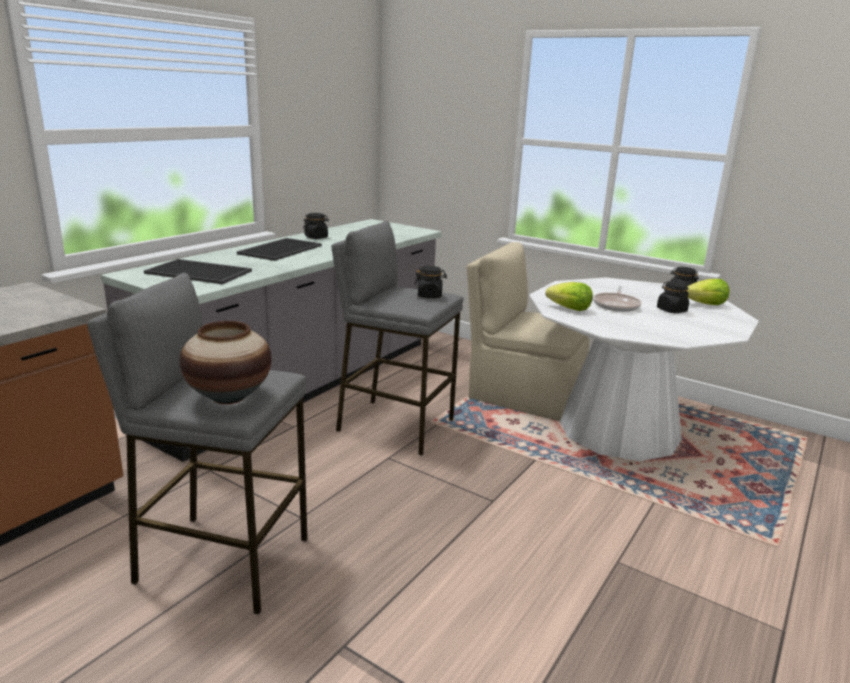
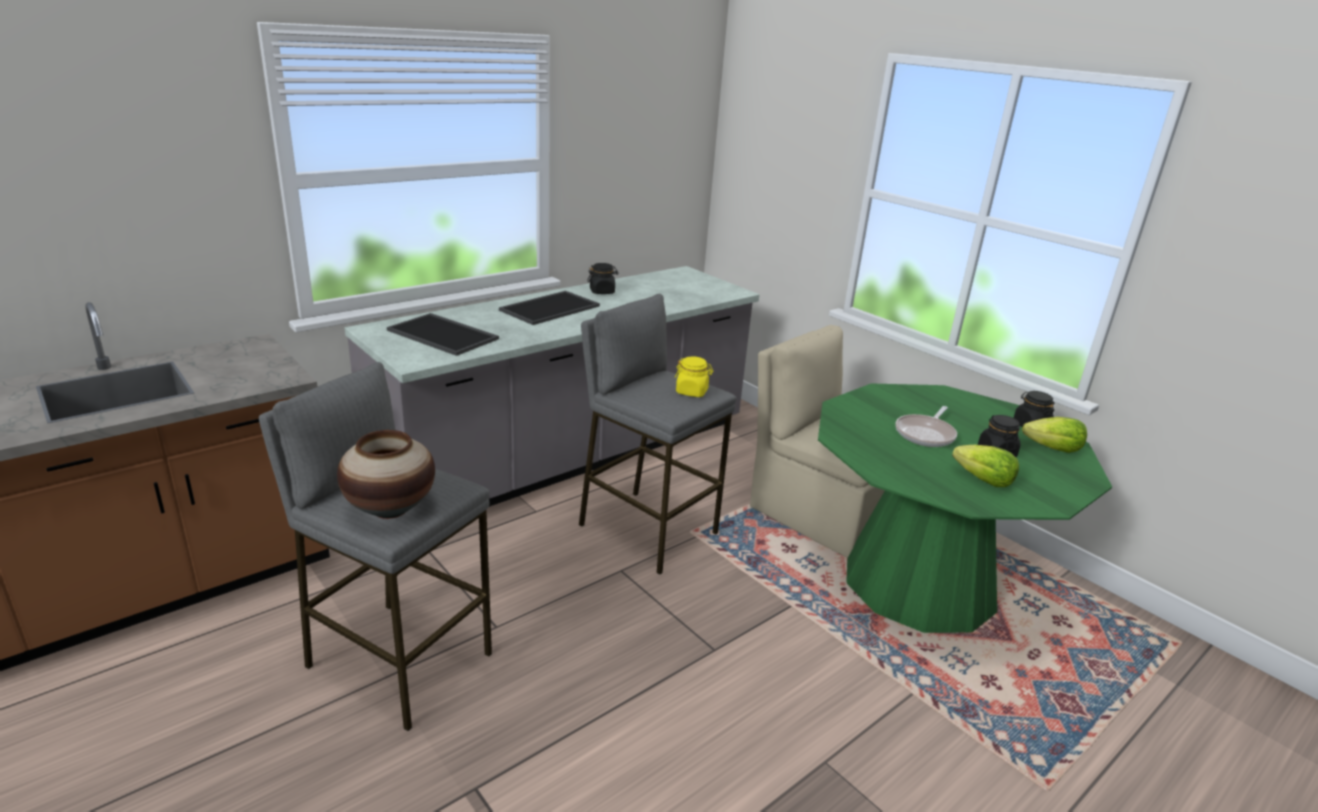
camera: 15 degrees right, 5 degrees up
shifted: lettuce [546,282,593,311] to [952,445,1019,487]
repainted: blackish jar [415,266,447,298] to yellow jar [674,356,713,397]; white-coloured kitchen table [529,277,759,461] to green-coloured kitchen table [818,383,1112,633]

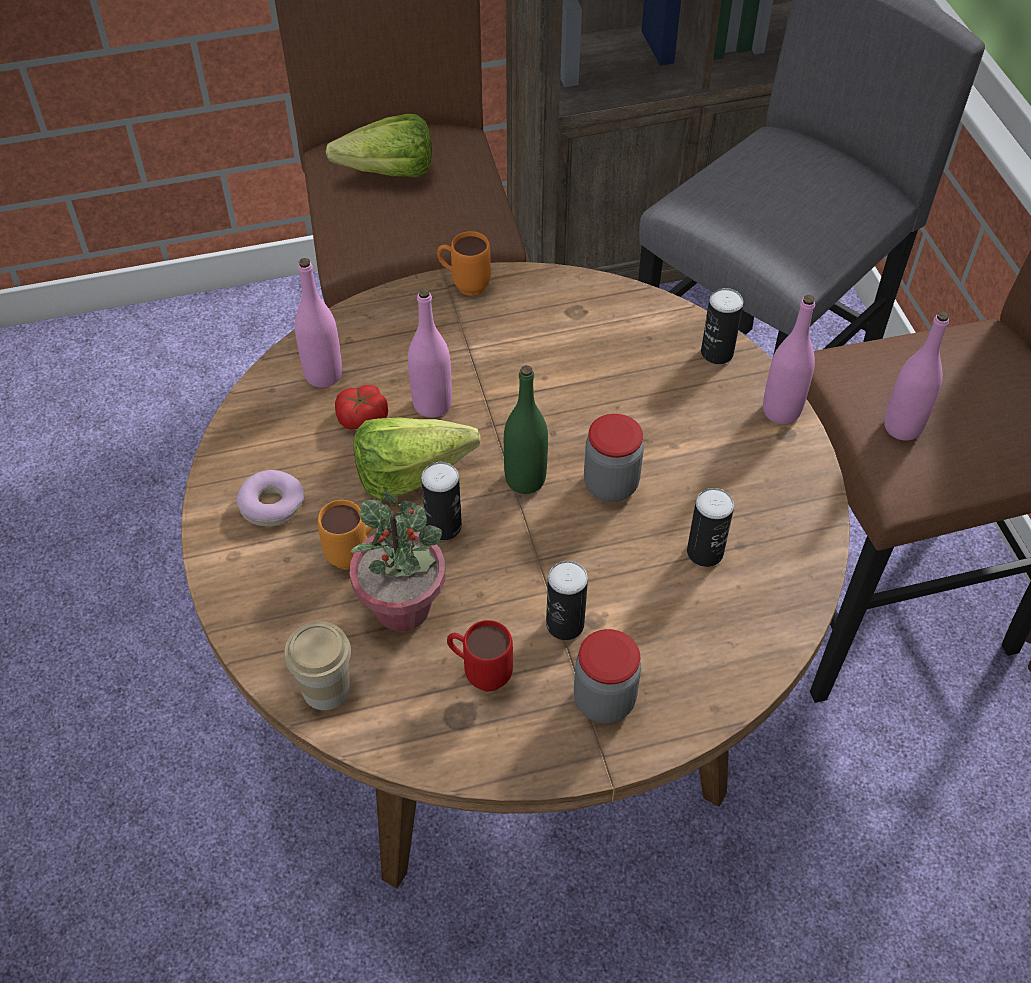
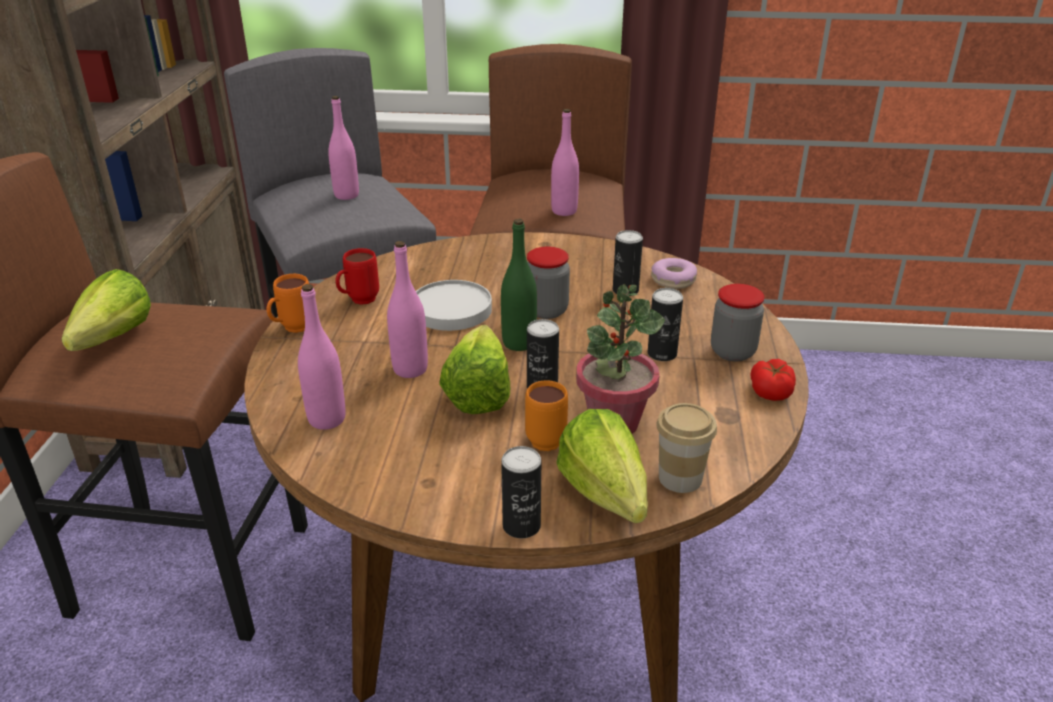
camera: 70 degrees left, 20 degrees down
new: white-coloured plate [416,280,492,331]; lettuce [556,409,648,523]
shifted: ring doughnut [236,470,304,527] to [651,258,697,289]; tomato [335,385,388,430] to [751,359,796,401]; red-coloured coffee mug [447,620,513,692] to [335,248,379,305]; can [701,288,743,364] to [501,446,541,538]; pink-coloured bottle [763,295,815,424] to [328,96,359,200]

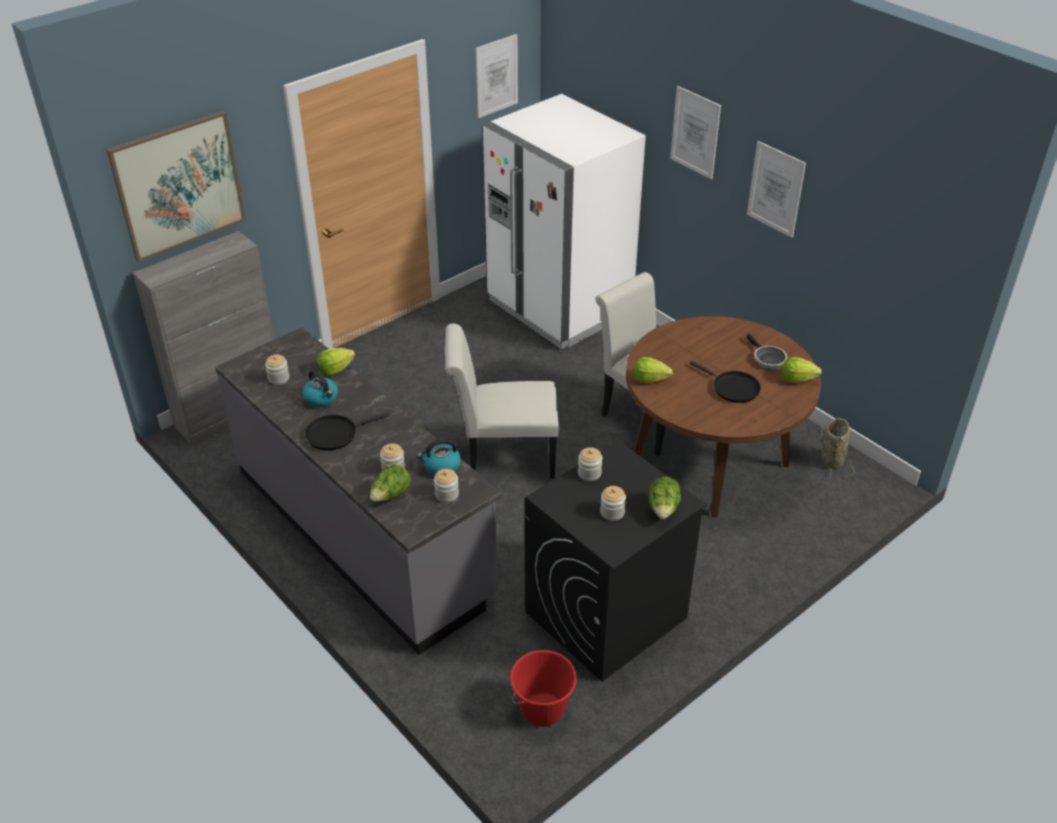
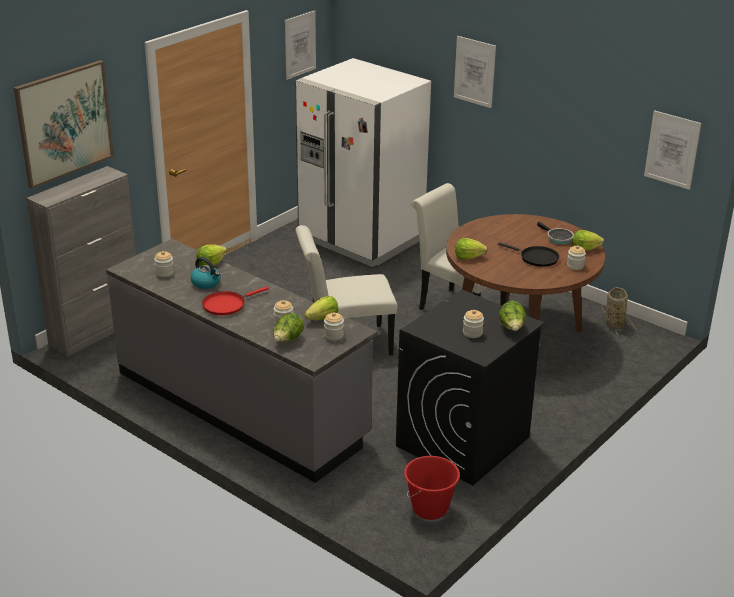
camera: 10 degrees left, 10 degrees down
shifted: jar [578,447,602,481] to [567,245,586,270]; wall art [747,141,806,238] to [644,110,701,190]
swapped: water kettle [417,438,461,476] to lettuce [304,296,338,320]
repainted: blackish pan [305,412,390,450] to red-coloured pan [202,287,269,315]

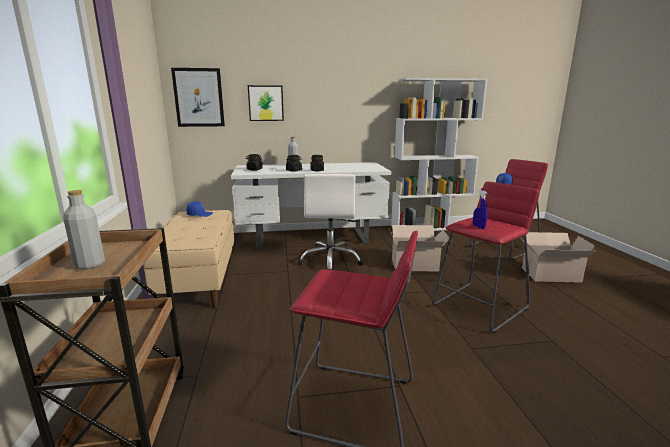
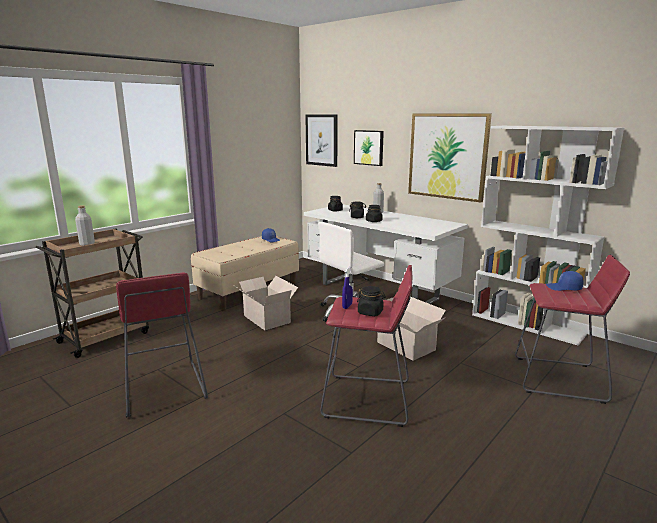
camera: 50 degrees right, 0 degrees up
new: blackish jar [357,286,386,316]; wall art [408,114,492,202]
shifted: cardboard box [520,232,596,283] to [233,276,298,330]

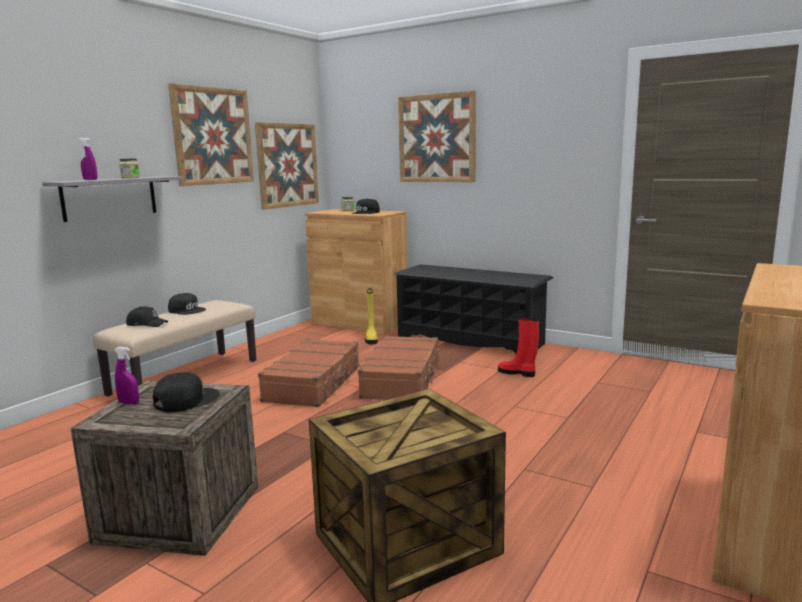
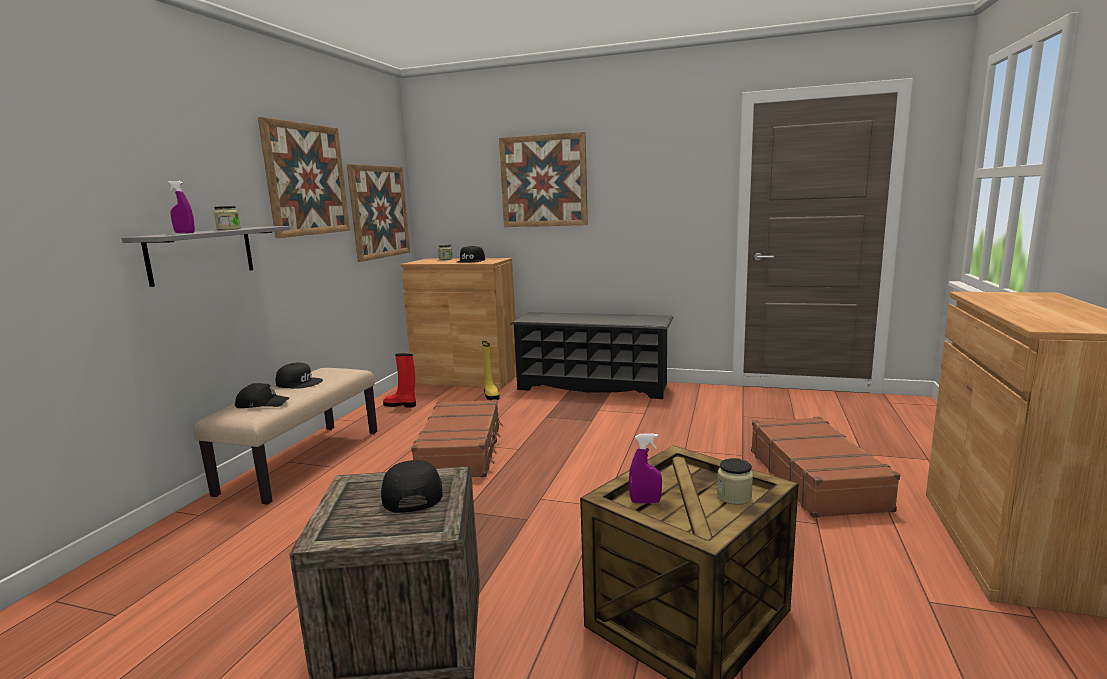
camera: 15 degrees left, 0 degrees up
new: jar [717,458,753,505]
shifted: purple spray bottle [114,347,139,405] to [629,433,662,504]; brownish piece of luggage [358,336,442,400] to [751,417,900,518]; red-coloured high-top boot [498,317,539,377] to [383,353,416,408]
rotated: blackish cap [153,372,220,413] = [381,460,443,513] 45 degrees counterclockwise

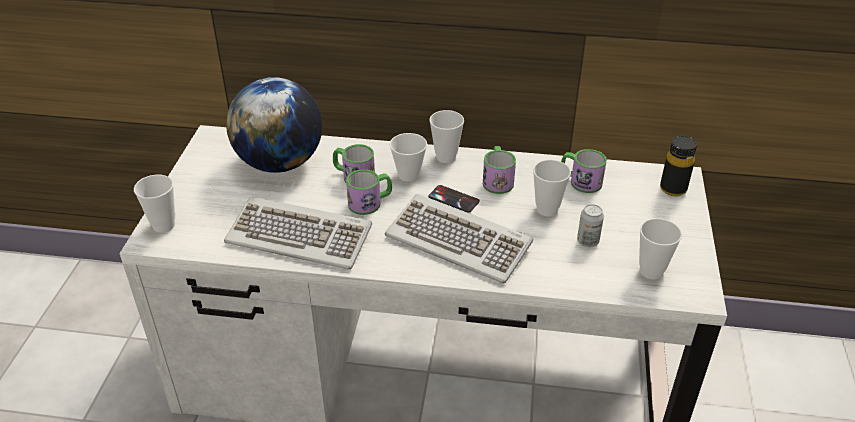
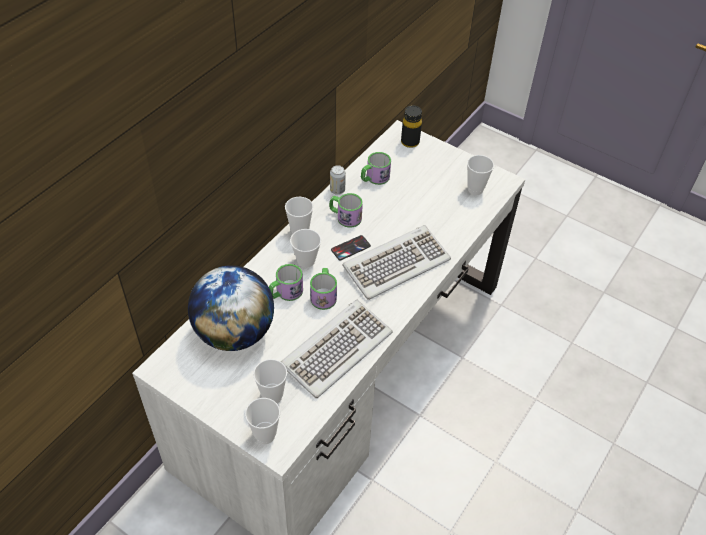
camera: 65 degrees left, 10 degrees up
shifted: drinking cup [533,160,571,216] to [253,359,287,404]; can [577,204,604,247] to [330,165,346,195]

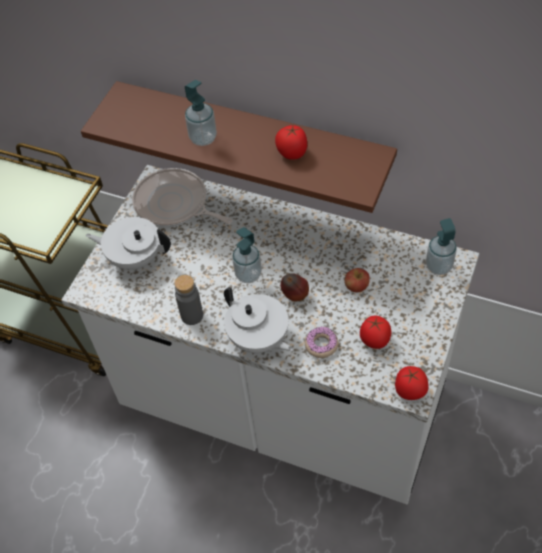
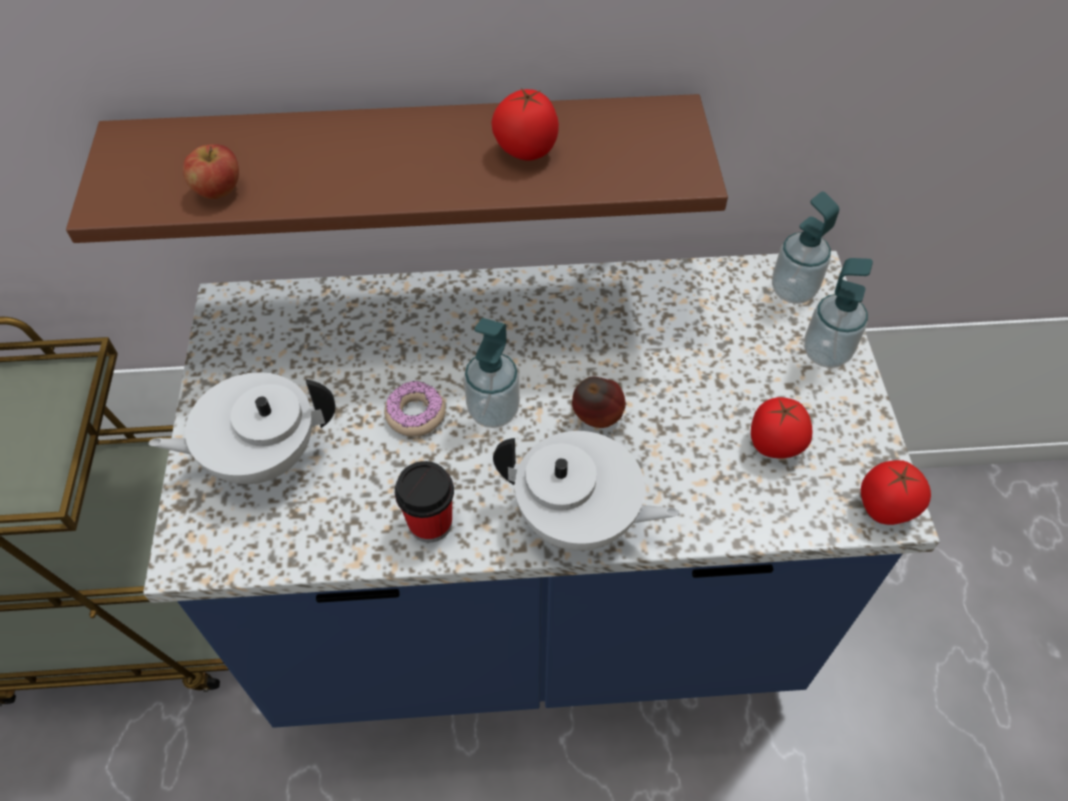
camera: 30 degrees left, 0 degrees up
gone: pan [132,168,232,227]
shifted: liquid soap bottle [185,80,217,146] to [804,258,873,368]; ring doughnut [305,327,338,358] to [384,381,446,437]; apple [345,268,370,292] to [183,144,239,199]
swapped: greyish bottle [175,275,203,325] to drinking cup [395,461,454,543]
repainted: white-coloured kitchen base unit [61,165,479,504] to blue-coloured kitchen base unit [143,251,940,728]

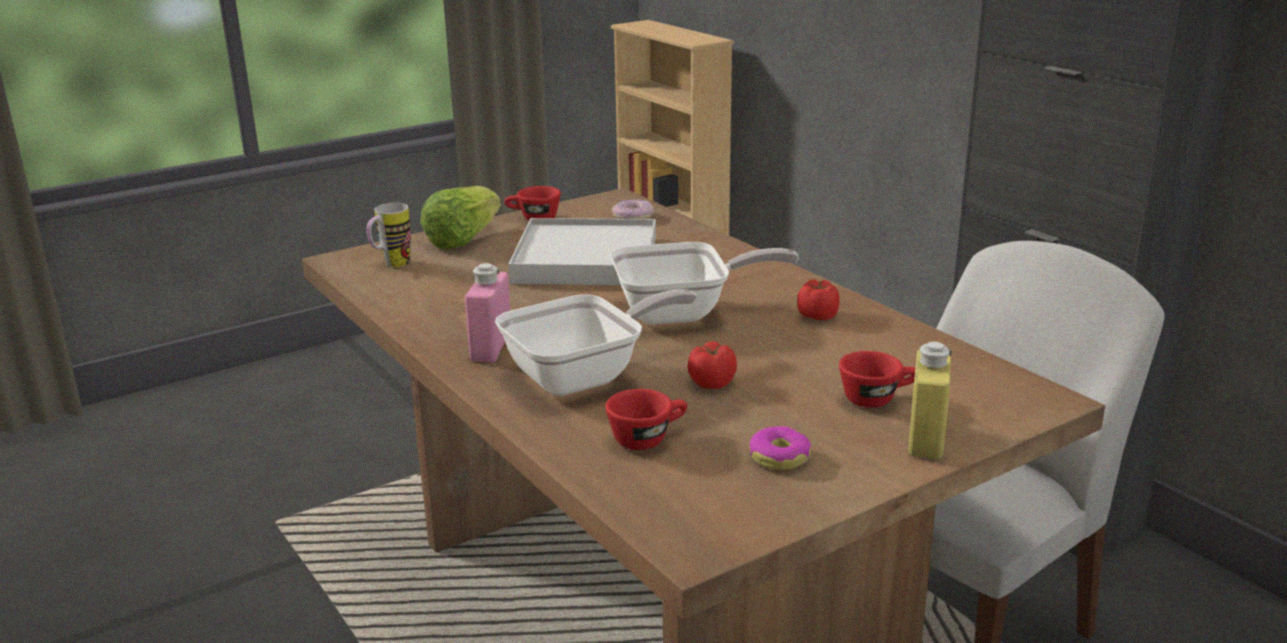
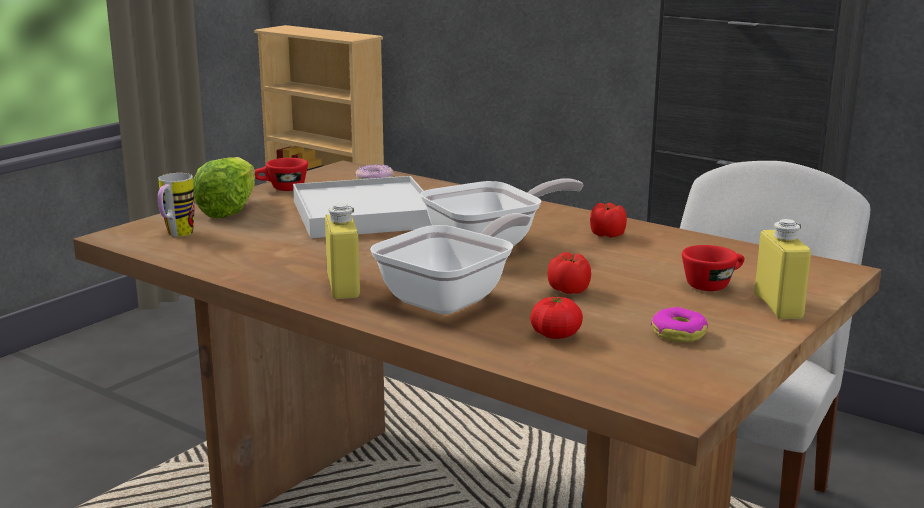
camera: 20 degrees left, 5 degrees down
swapped: red-coloured drinking cup [605,389,687,450] to tomato [530,297,583,339]
repainted: pink-coloured bottle [465,263,510,362] to yellow bottle [325,203,360,299]

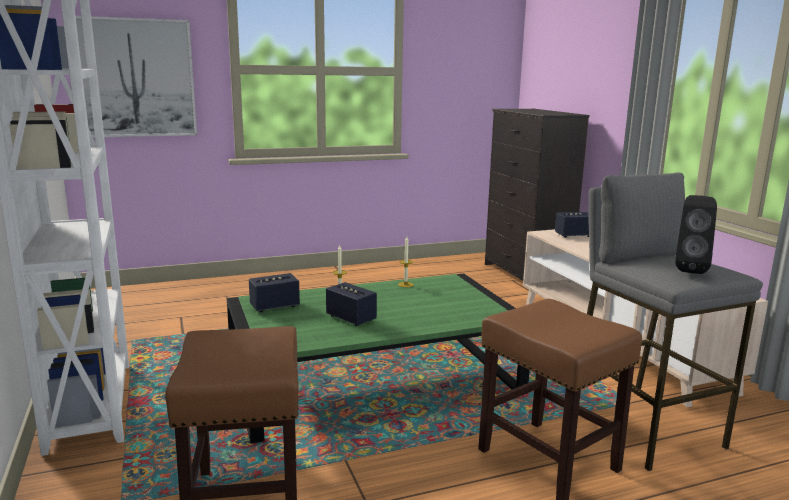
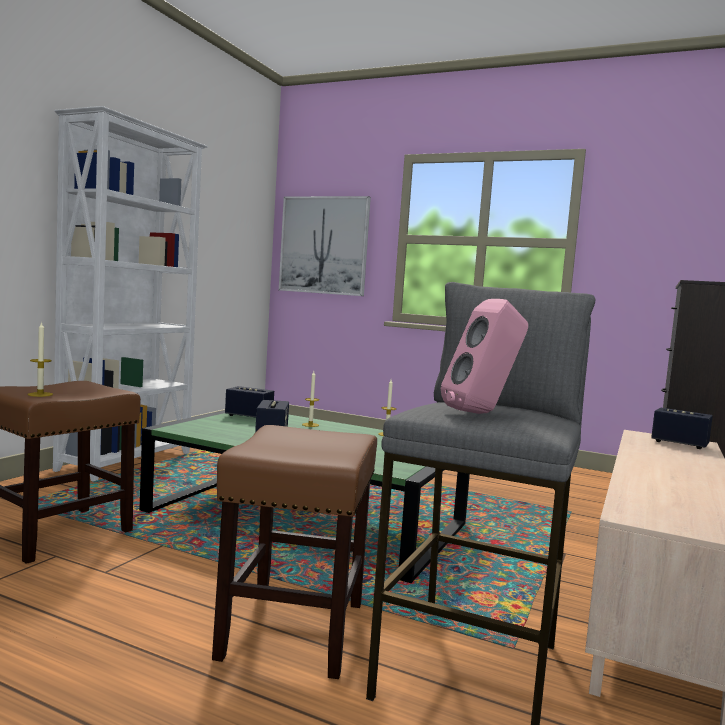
camera: 45 degrees right, 10 degrees down
new: wax light [28,321,53,397]
repainted: blackish speaker [675,195,717,274] to pink-coloured speaker [441,299,528,414]

